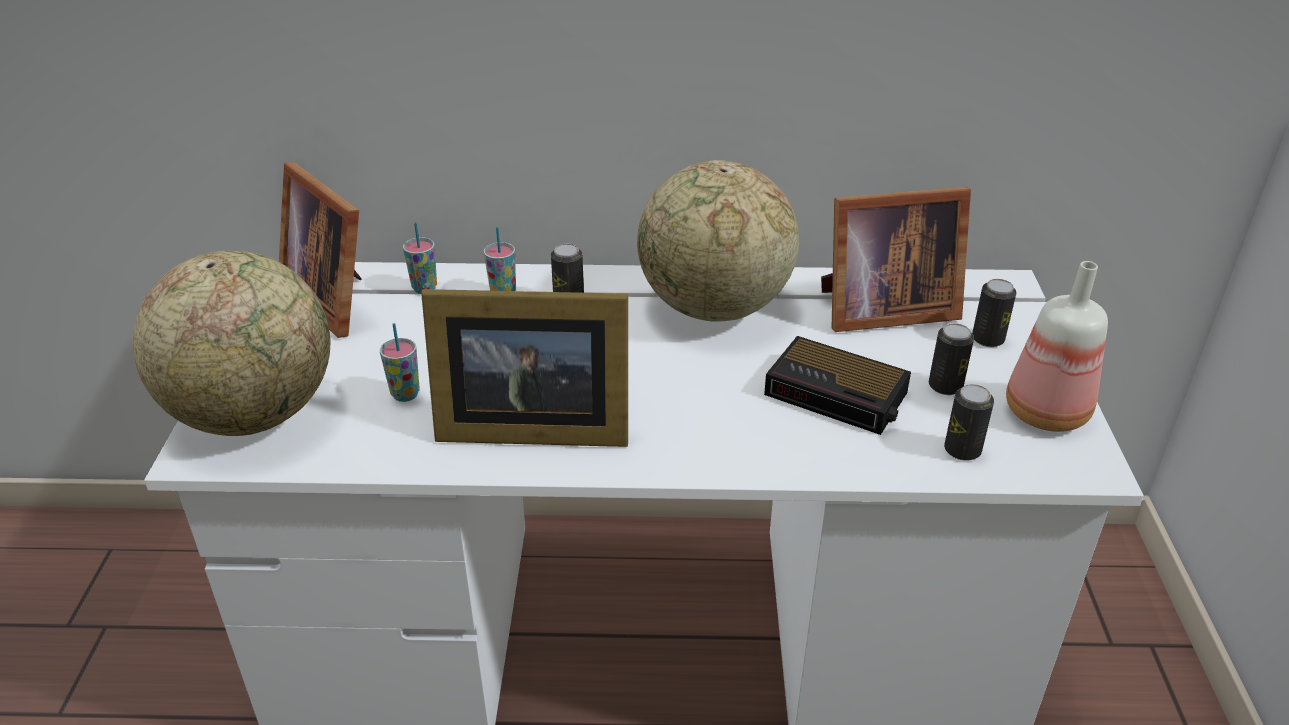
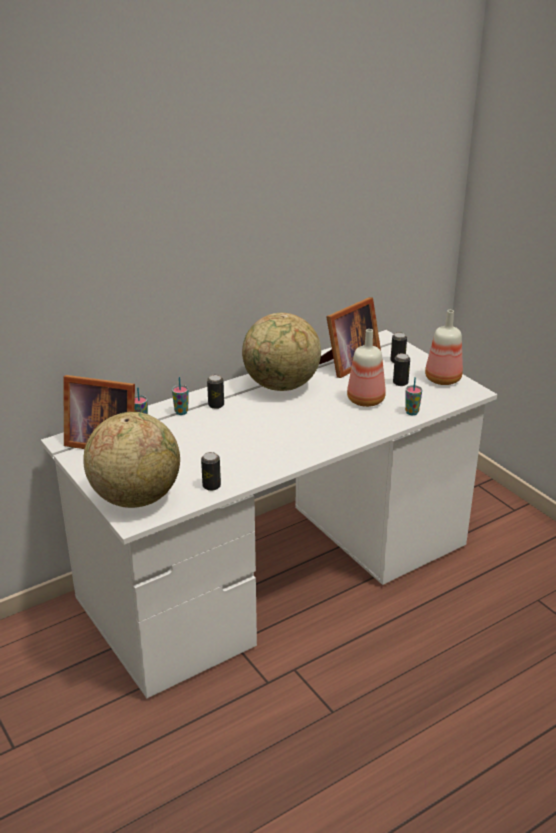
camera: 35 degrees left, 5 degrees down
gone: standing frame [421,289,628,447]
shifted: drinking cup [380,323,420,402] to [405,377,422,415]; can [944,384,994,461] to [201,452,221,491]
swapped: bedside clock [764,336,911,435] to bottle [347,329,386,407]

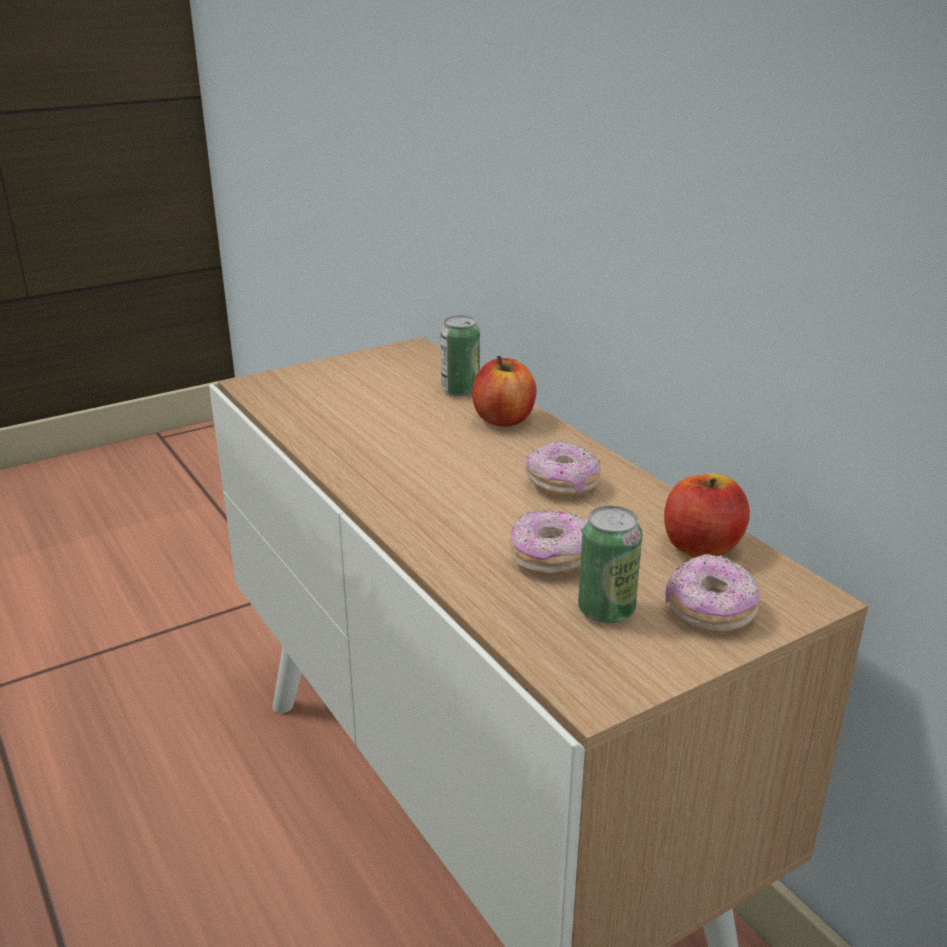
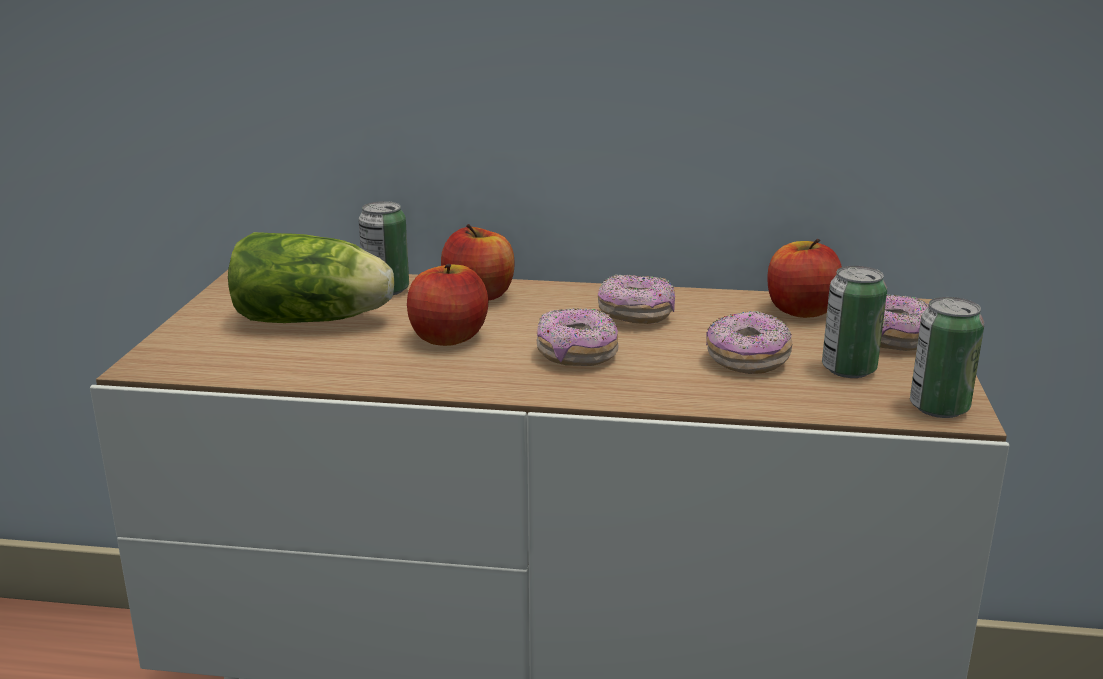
camera: 50 degrees left, 5 degrees down
new: lettuce [228,232,394,323]; apple [407,264,488,346]; ring doughnut [537,308,619,366]; can [910,297,984,418]

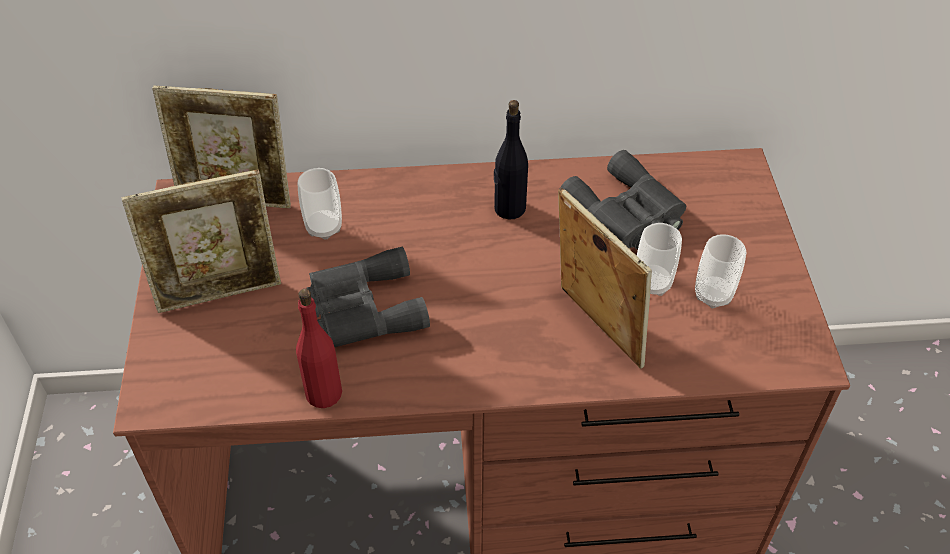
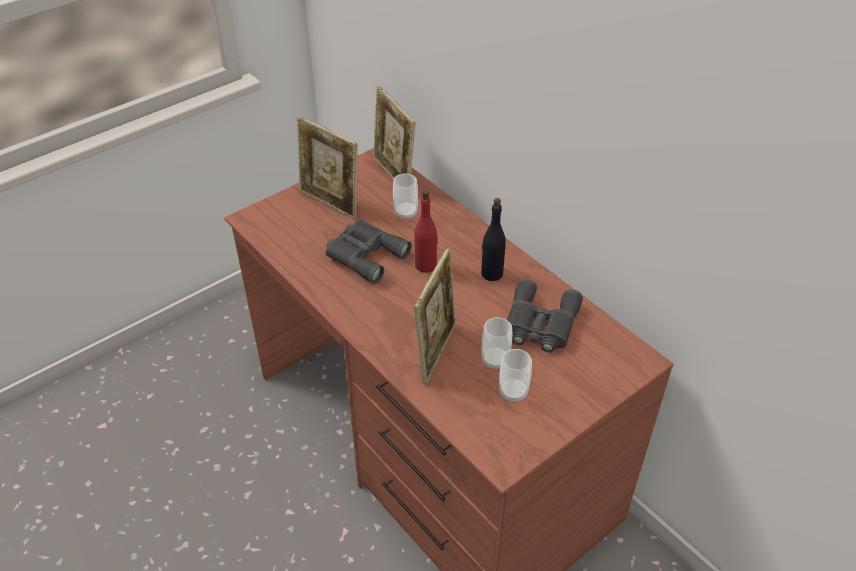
camera: 55 degrees right, 5 degrees down
shifted: red-coloured bottle [296,289,342,408] to [414,190,438,273]

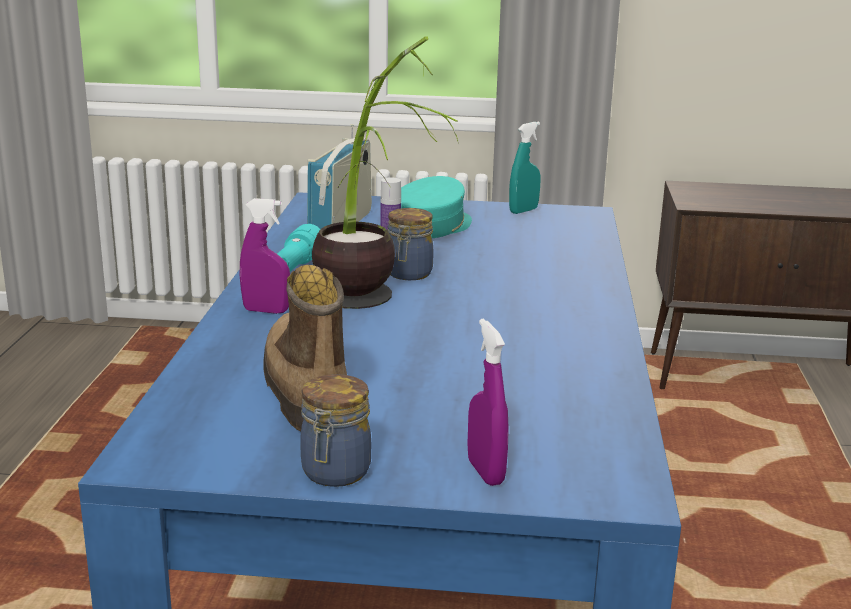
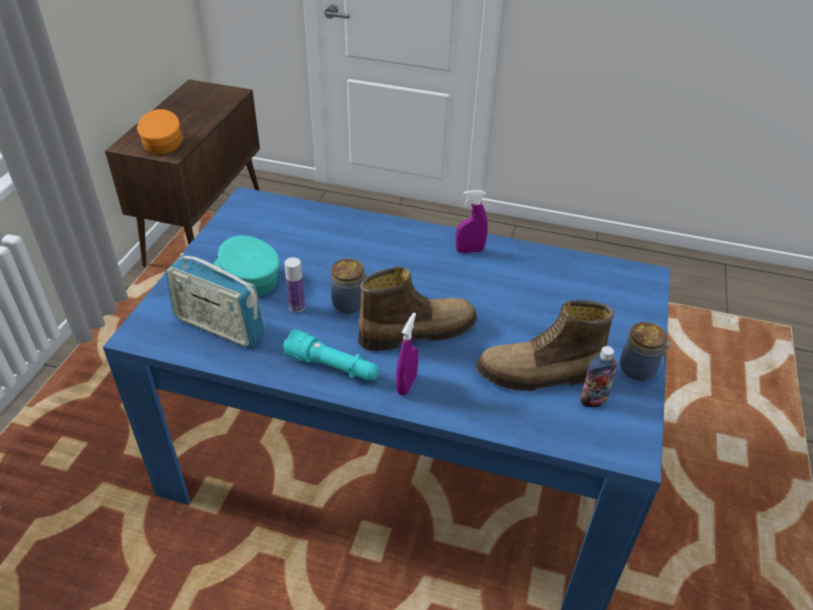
camera: 80 degrees left, 20 degrees up
gone: turquoise spray bottle [509,122,541,214]
new: orange-coloured cap [137,109,183,154]; bottle [580,346,618,407]
shifted: purple spray bottle [467,319,509,486] to [456,190,488,253]
swapped: houseplant [312,36,459,309] to high-top boot [358,267,477,351]

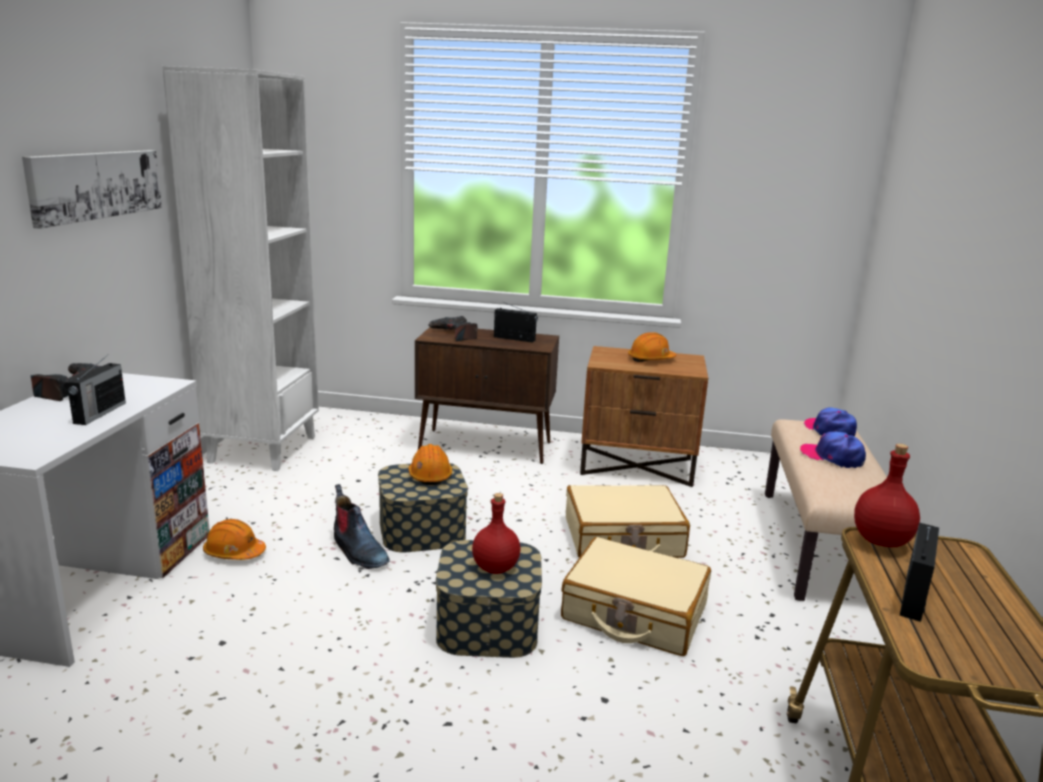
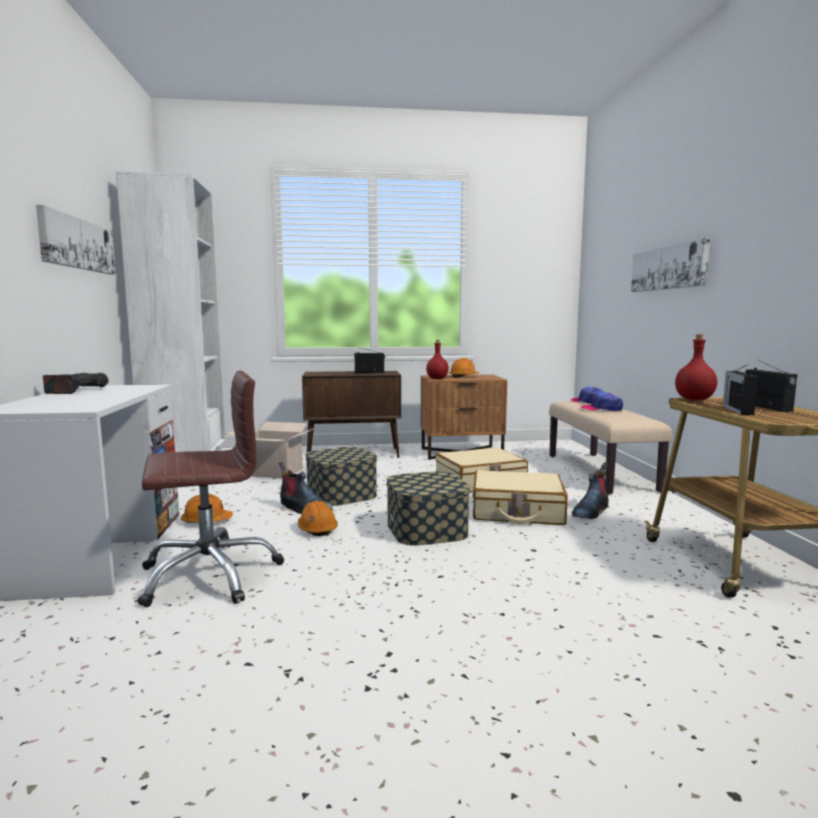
camera: 15 degrees left, 10 degrees down
gone: drill [429,316,478,341]
new: brownish computer chair [137,371,284,607]; cardboard box [226,422,315,479]; high-top boot [572,462,609,519]; wall art [631,238,710,292]
shifted: radio set [67,354,126,425] to [746,361,797,412]; orange-coloured safety helmet [409,444,452,485] to [298,500,338,536]; red-coloured bottle [472,493,521,574] to [426,340,449,379]

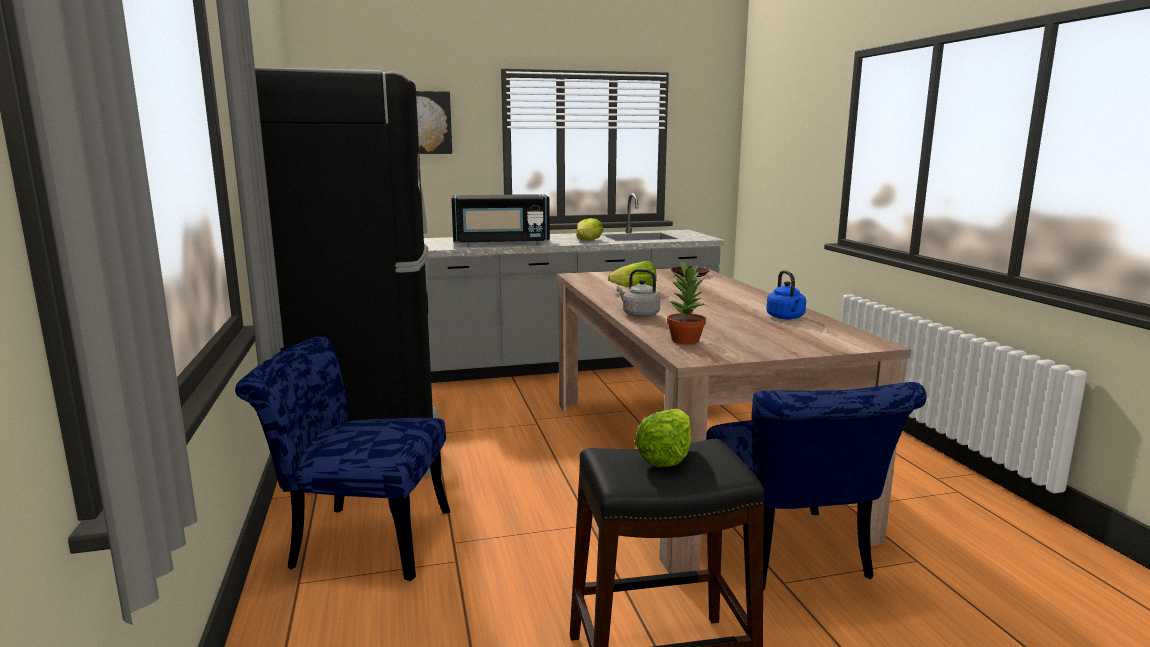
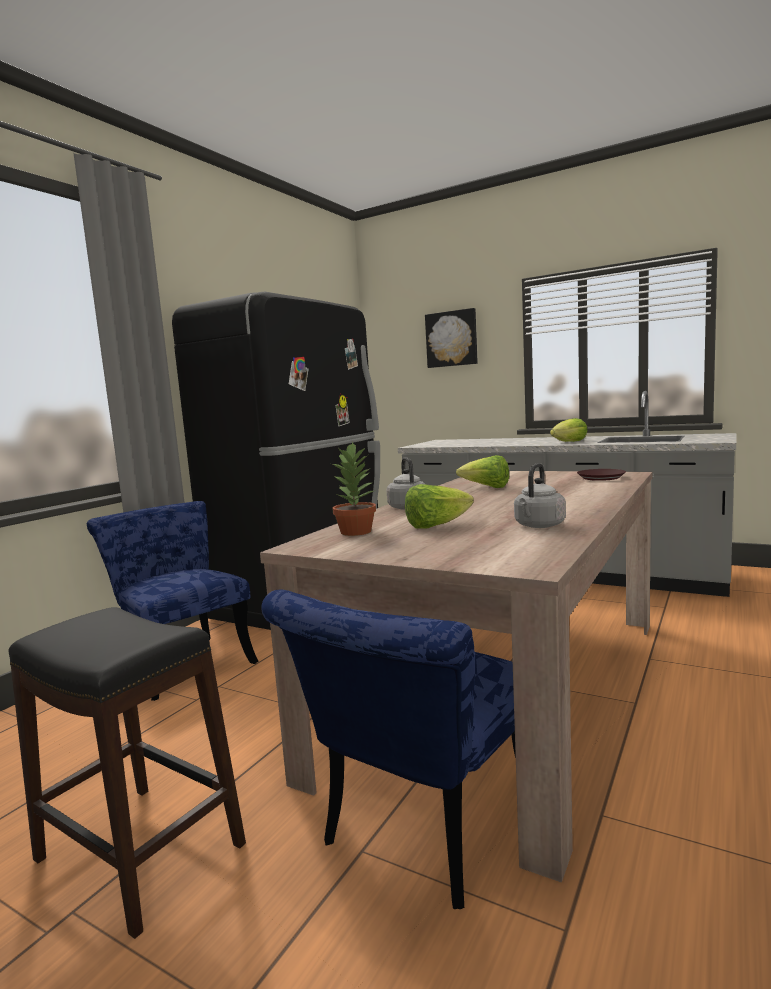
camera: 45 degrees right, 5 degrees down
gone: blackish microwave [452,194,550,246]
shifted: lettuce [635,409,691,467] to [405,484,474,528]
repainted: blue-coloured water kettle [766,270,806,319] to greyish water kettle [514,463,566,528]

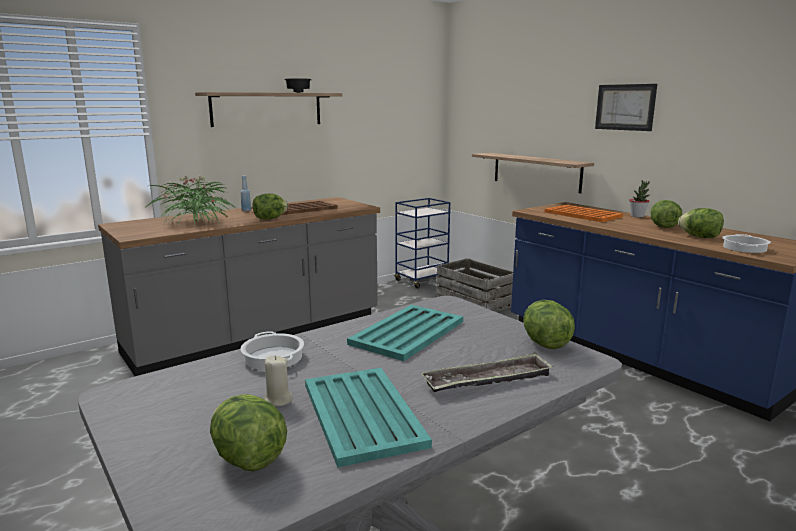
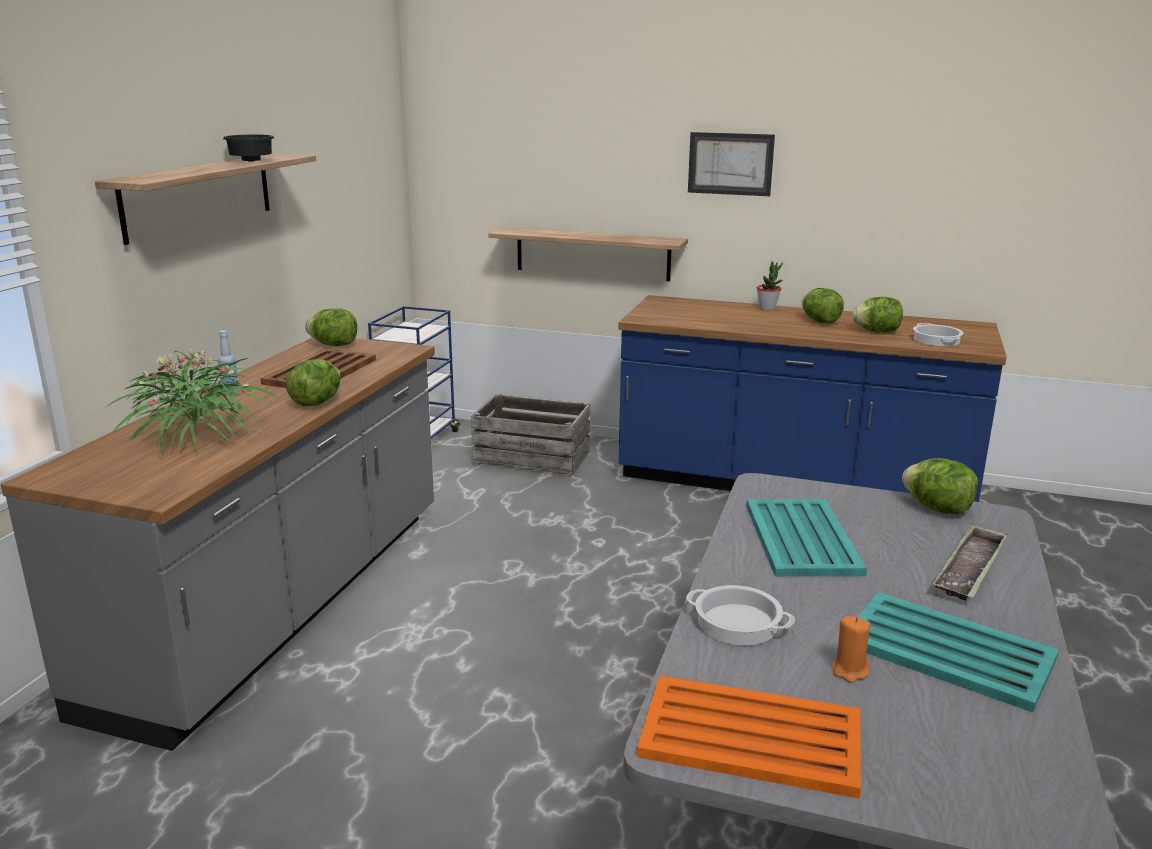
camera: 35 degrees left, 5 degrees up
shifted: lettuce [210,394,287,471] to [305,308,357,346]; orange-coloured tray [545,205,623,222] to [637,676,861,799]
repainted: beige-coloured wax light [263,355,292,407] to orange-coloured wax light [832,616,871,683]

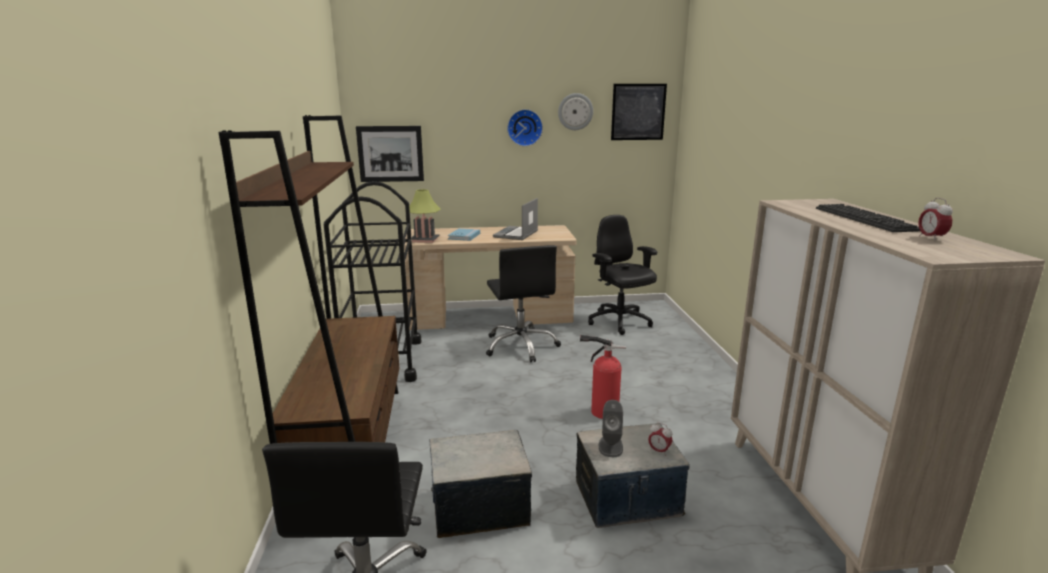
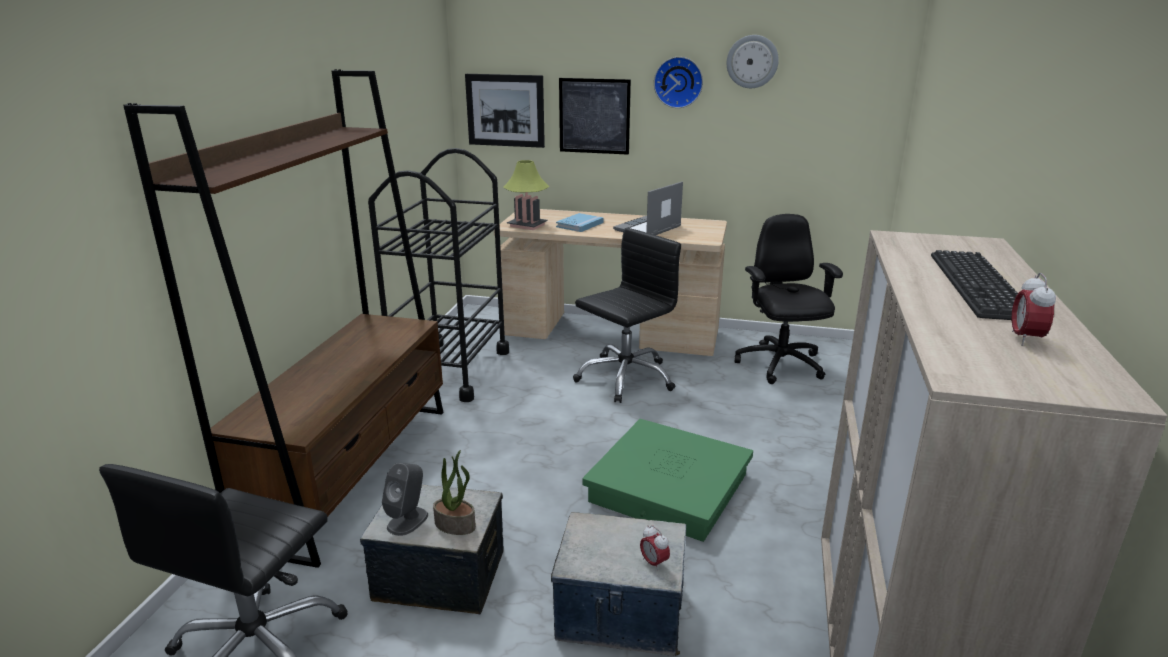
camera: 20 degrees right, 5 degrees up
new: houseplant [433,450,476,535]
shifted: greyish speaker [599,400,623,457] to [382,463,428,536]; wall art [611,84,667,140] to [559,78,631,155]
swapped: fire-fighting cylinder [580,335,626,419] to green-coloured storage bin [583,419,753,542]
rotated: blackish computer chair [486,245,561,362] = [573,228,681,403] 135 degrees counterclockwise

